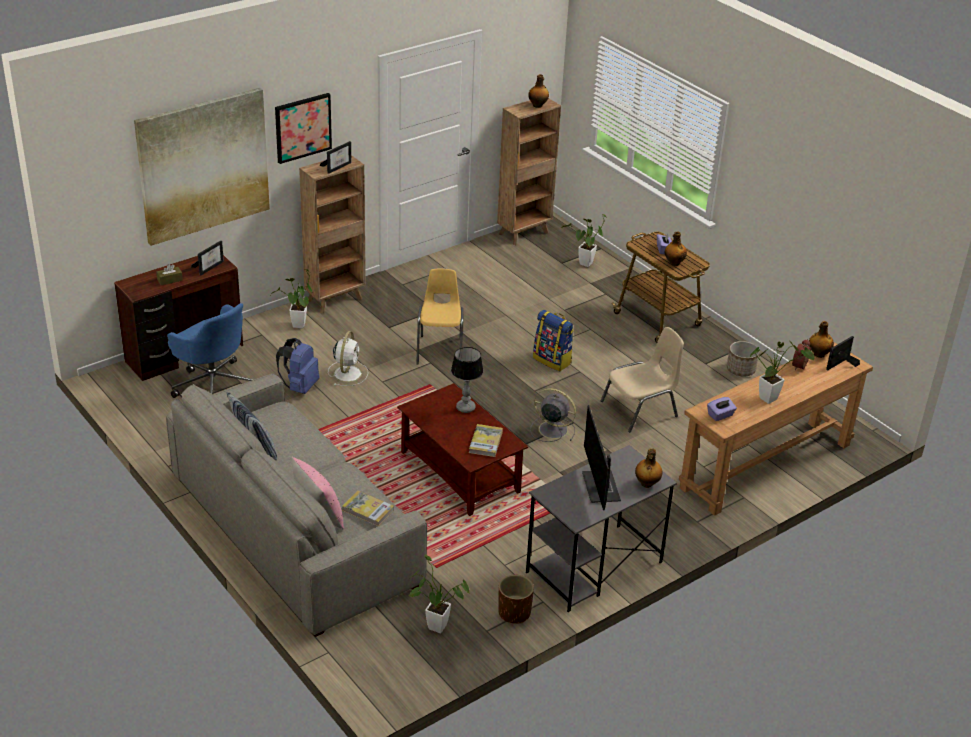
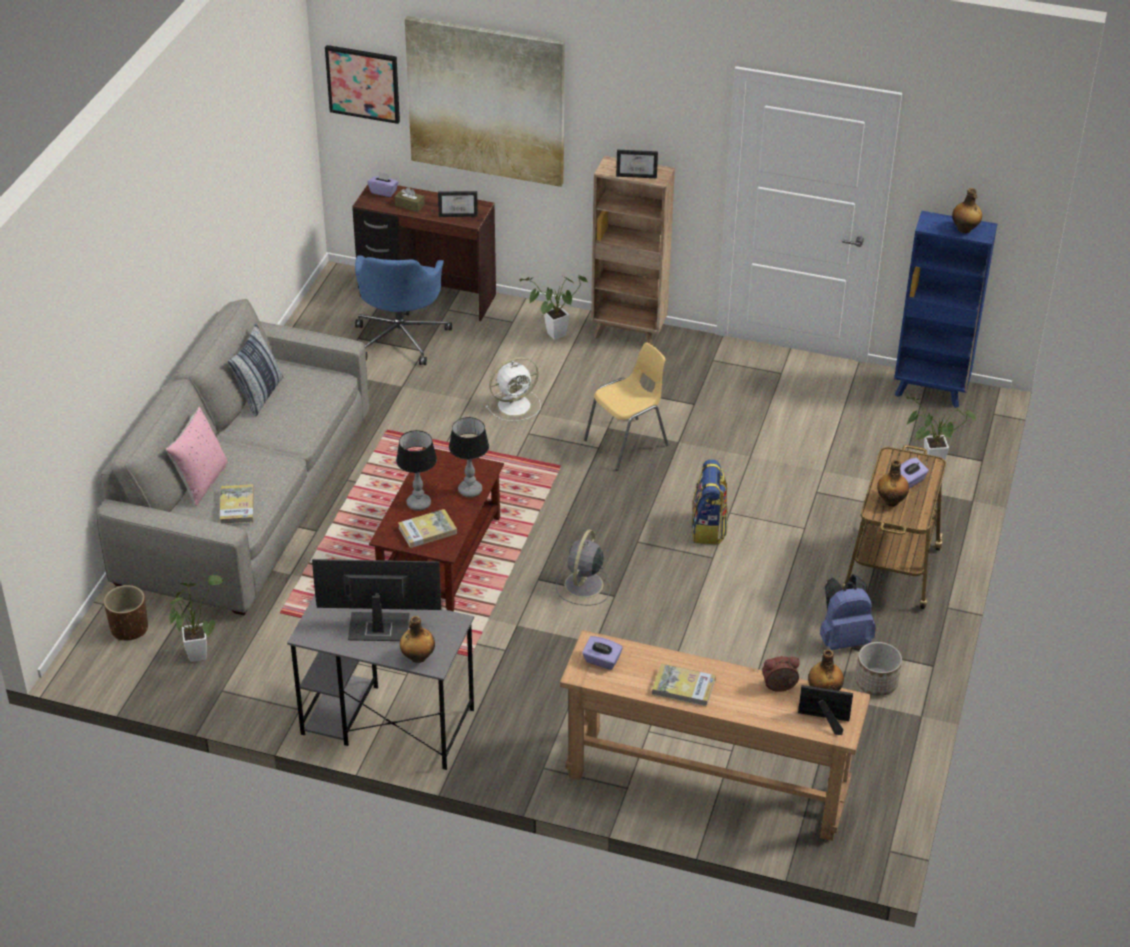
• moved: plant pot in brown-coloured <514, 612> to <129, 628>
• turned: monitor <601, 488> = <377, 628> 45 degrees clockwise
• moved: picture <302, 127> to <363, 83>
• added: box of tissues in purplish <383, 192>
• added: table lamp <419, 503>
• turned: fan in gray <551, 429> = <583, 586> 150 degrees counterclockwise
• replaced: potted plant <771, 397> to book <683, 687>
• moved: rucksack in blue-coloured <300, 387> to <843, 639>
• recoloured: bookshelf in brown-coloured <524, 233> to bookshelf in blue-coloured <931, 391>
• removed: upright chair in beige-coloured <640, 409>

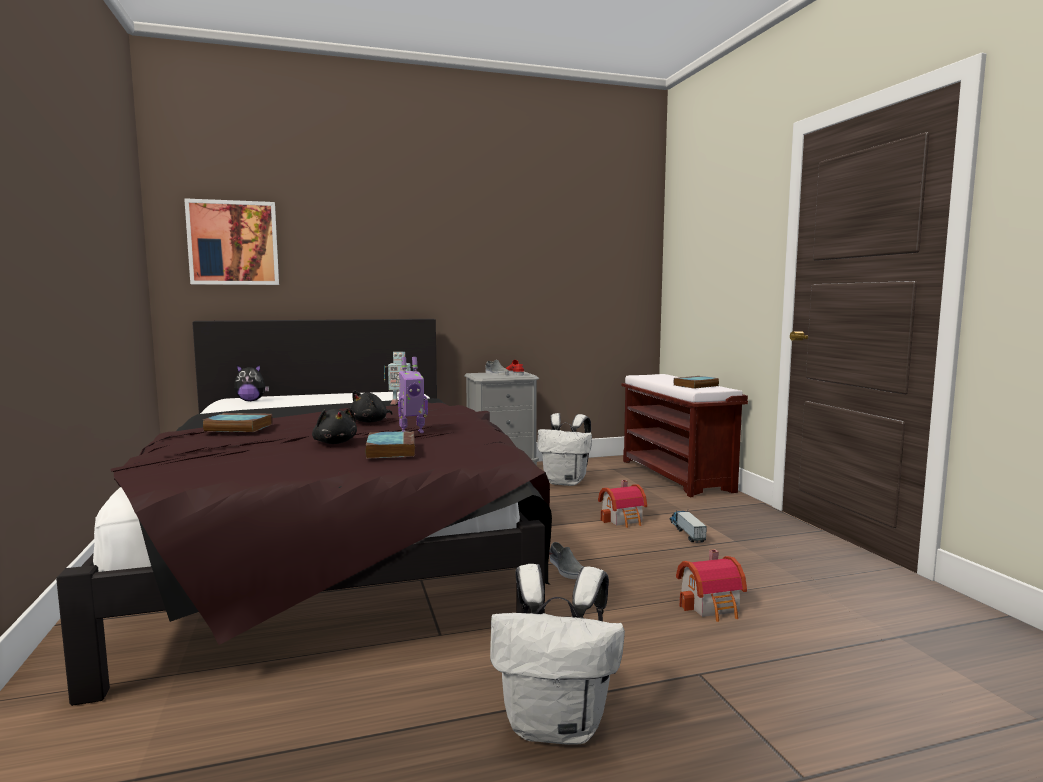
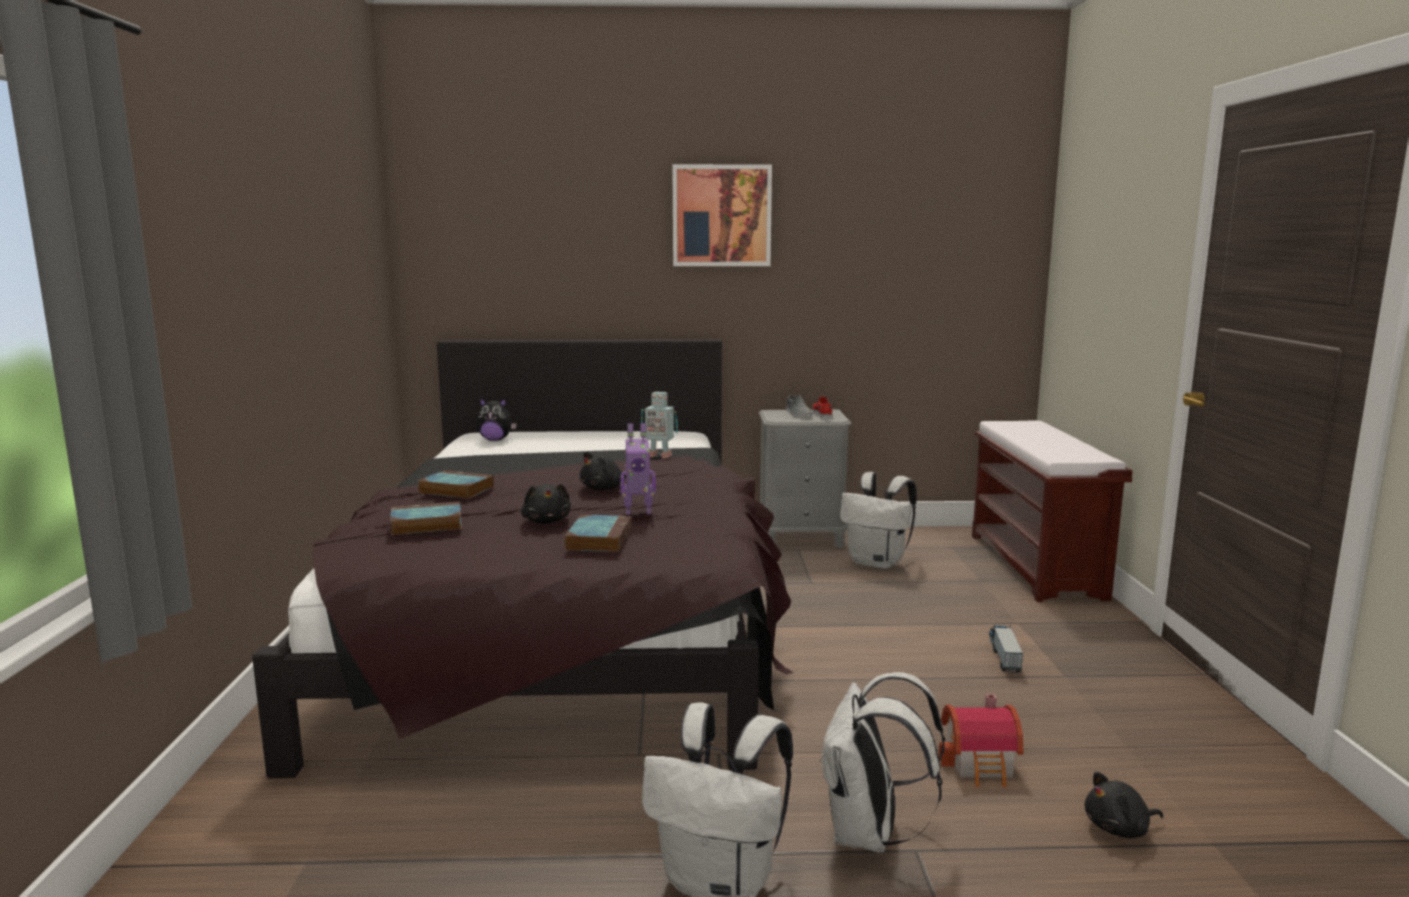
• moved: book <695, 385> to <425, 524>
• moved: picture <233, 243> to <721, 216>
• added: rucksack in whitish <869, 835>
• added: soft toy in black-coloured <1119, 829>
• removed: item of footwear in gray <566, 569>
• removed: miniature house <624, 519>

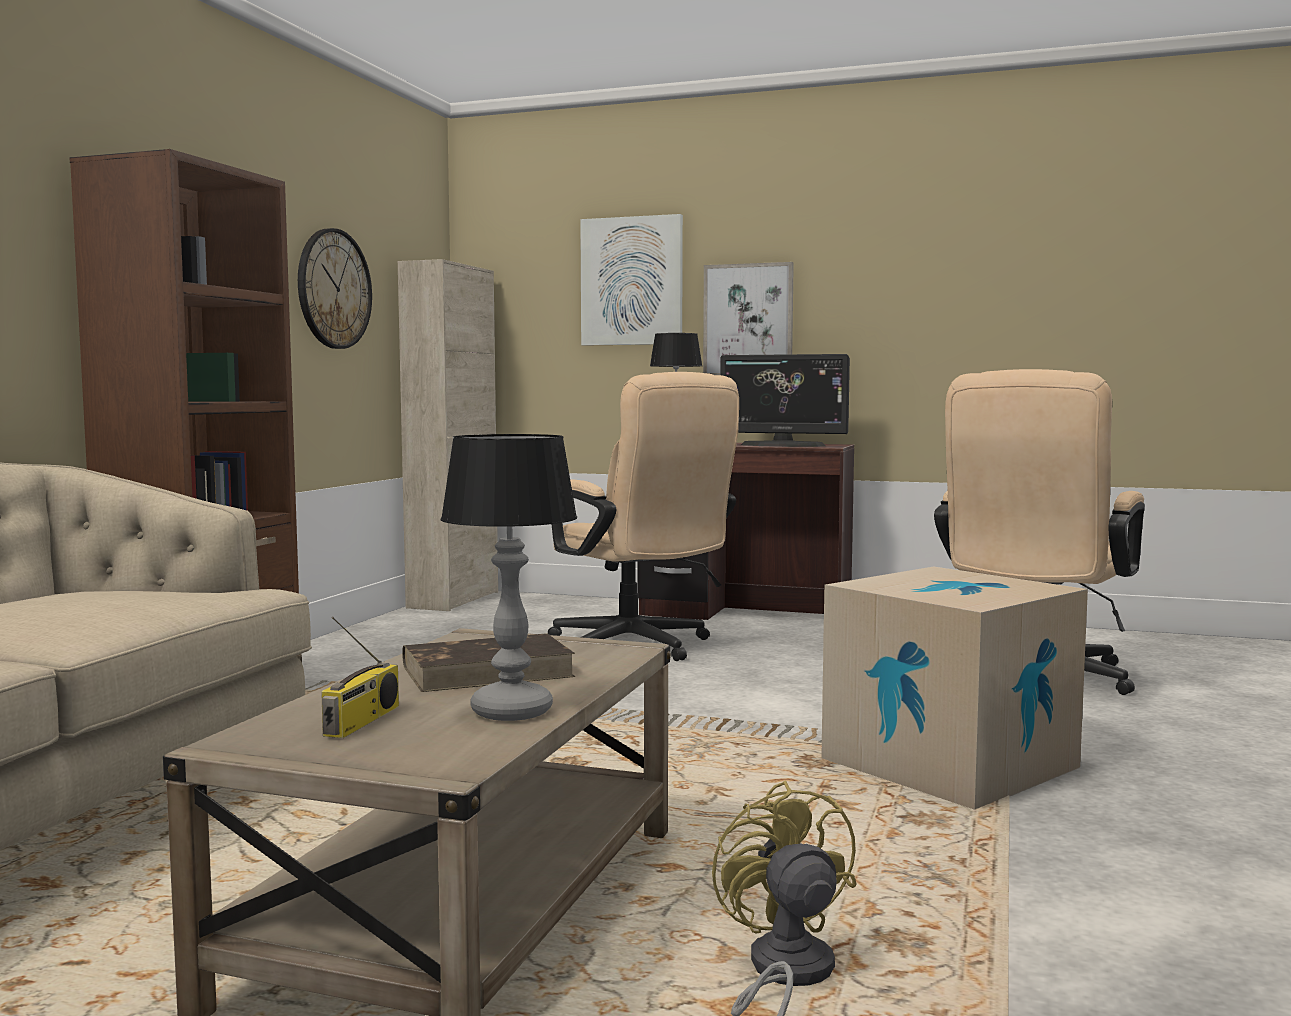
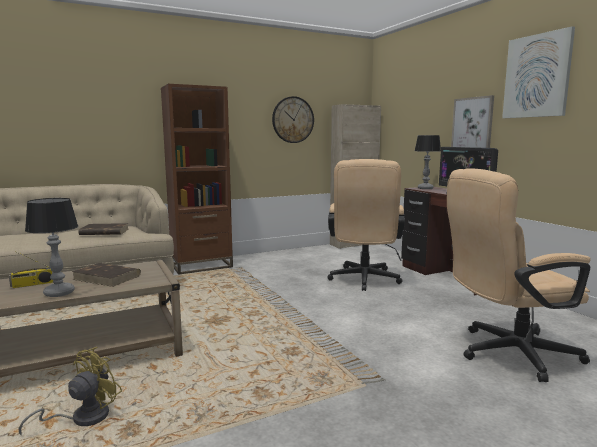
• added: book in brown-coloured <104, 232>
• moved: picture <632, 281> to <537, 76>
• removed: packing box <949, 763>

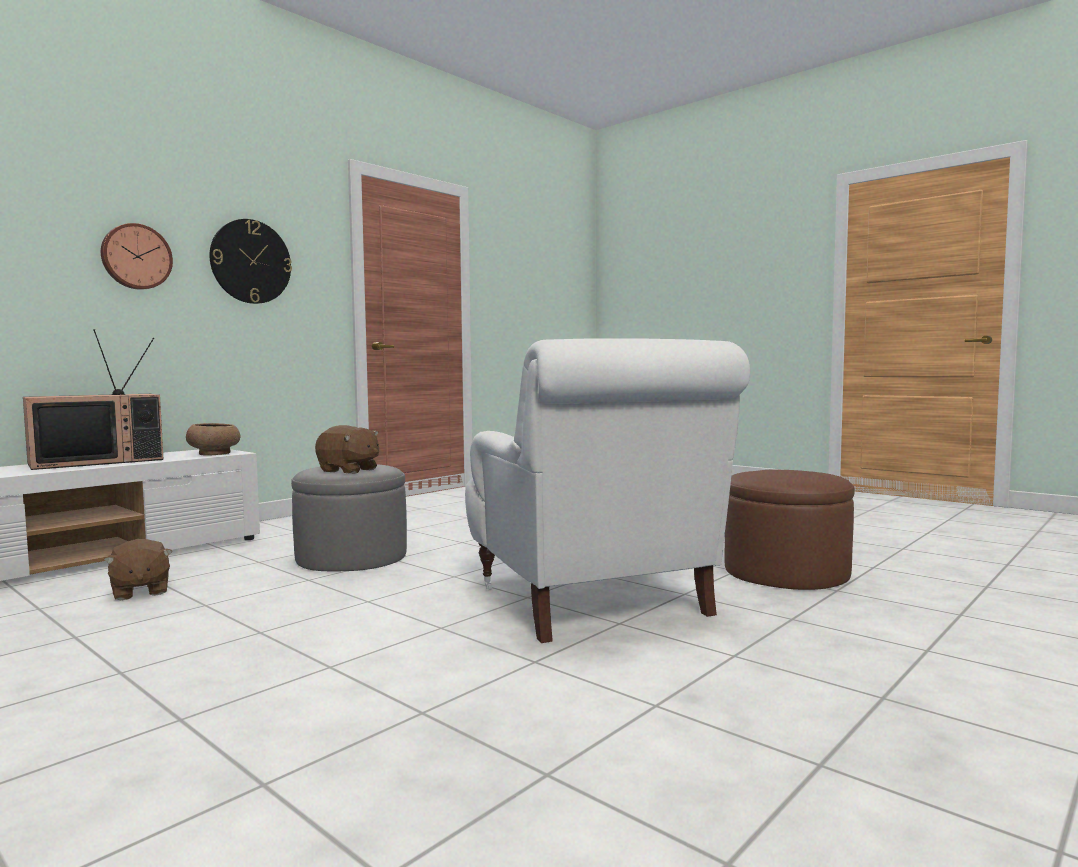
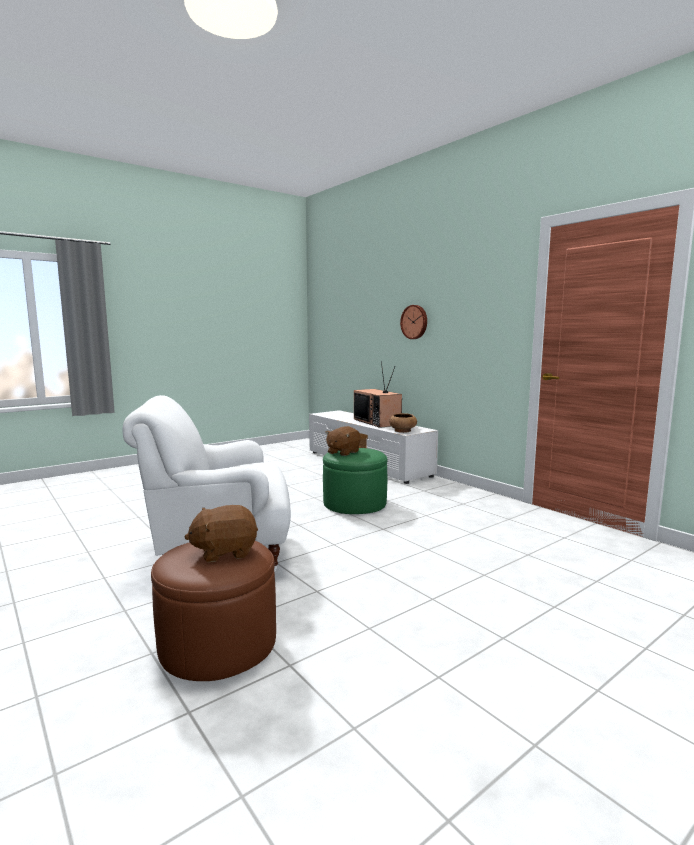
• moved: soft toy in brown-coloured <139, 592> to <224, 552>
• recoloured: pouffe in gray <351, 557> to pouffe in green <355, 503>
• removed: wall clock <251, 261>

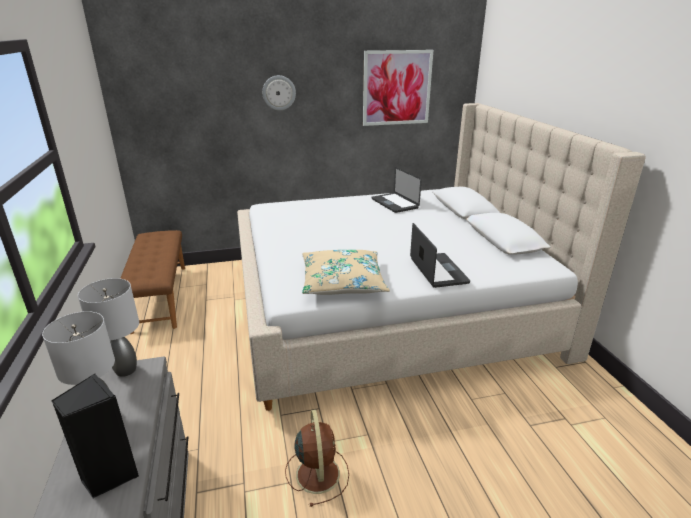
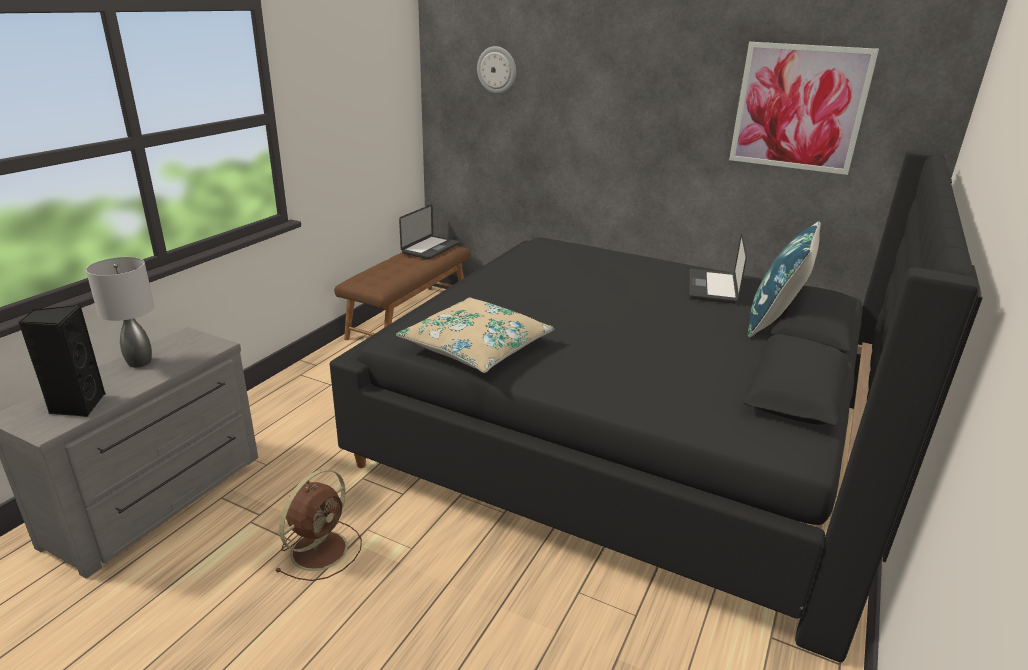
• recoloured: sleeping bed in beige-coloured <390, 308> to sleeping bed in black-coloured <629, 436>
• moved: notebook computer <438, 271> to <430, 248>
• moved: wall clock <279, 92> to <497, 70>
• added: throw pillow in blue-coloured <774, 321>
• removed: table lamp in gray <125, 370>

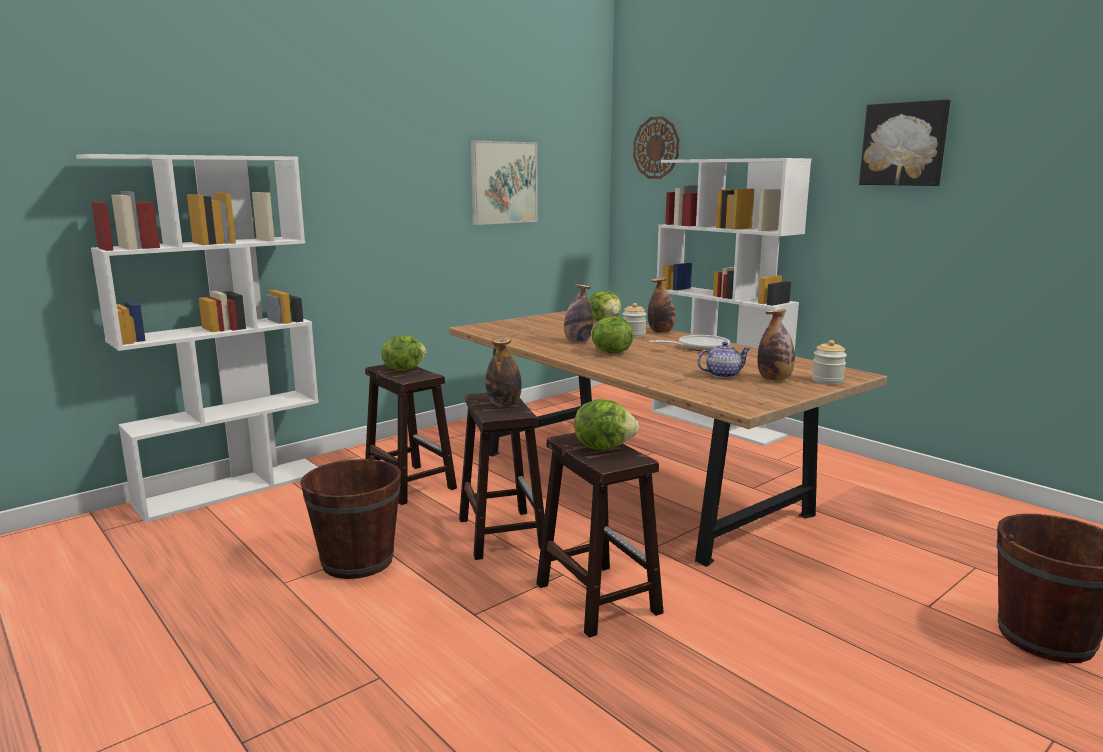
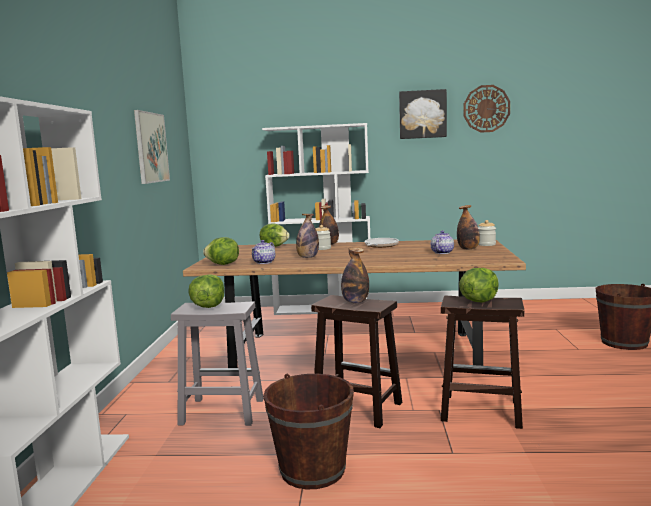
• recoloured: sitting stool in brown-coloured <408, 484> to sitting stool in gray <221, 412>
• moved: lettuce head <610, 353> to <223, 264>
• added: pot for tea <264, 262>
• moved: wall clock <656, 148> to <486, 108>

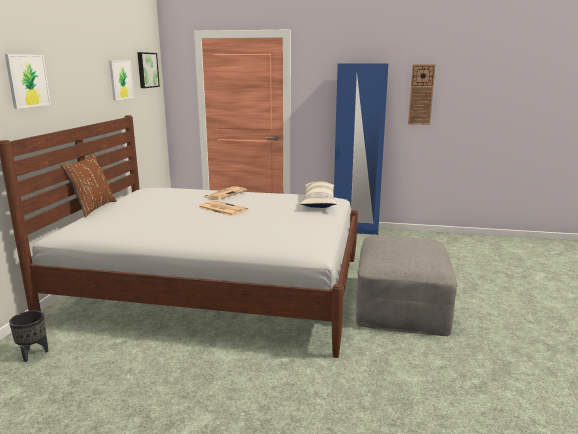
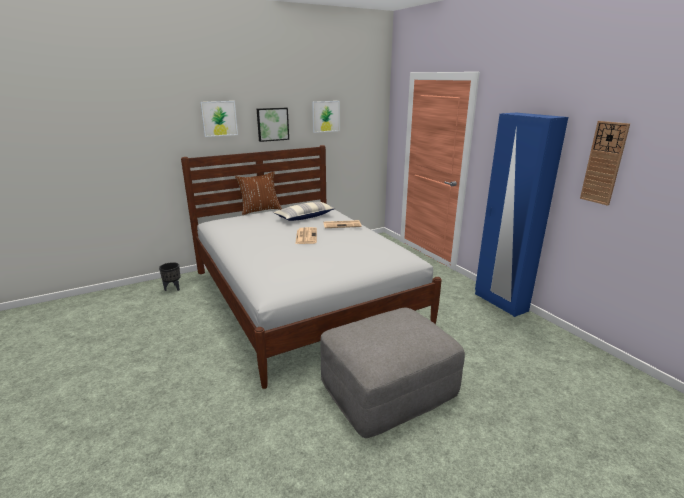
• moved: picture <147, 70> to <272, 124>
• moved: throw pillow <318, 202> to <305, 217>

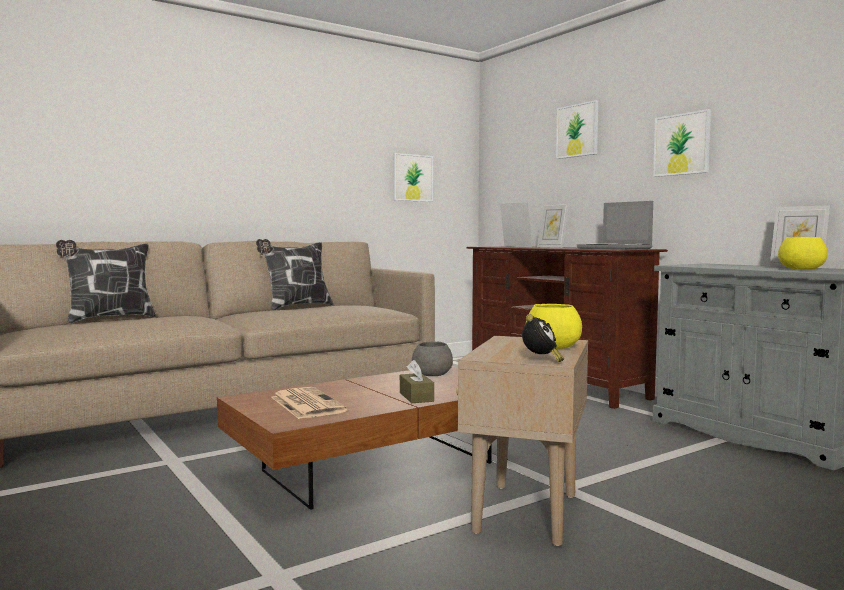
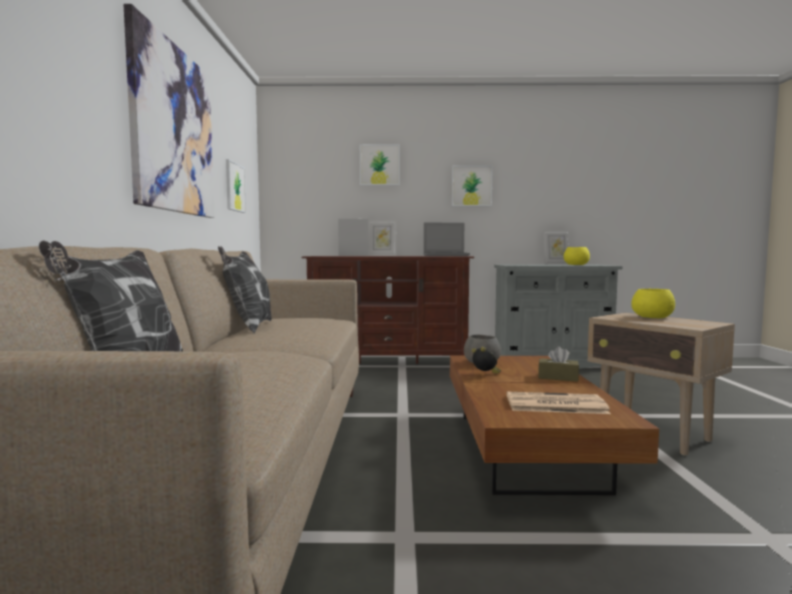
• added: picture <173, 130>
• moved: table clock <541, 360> to <485, 374>

